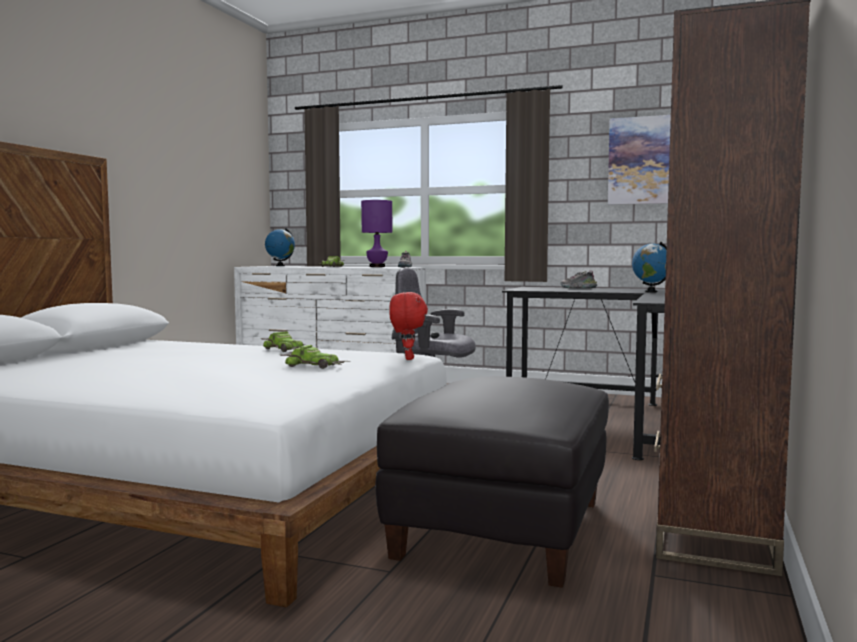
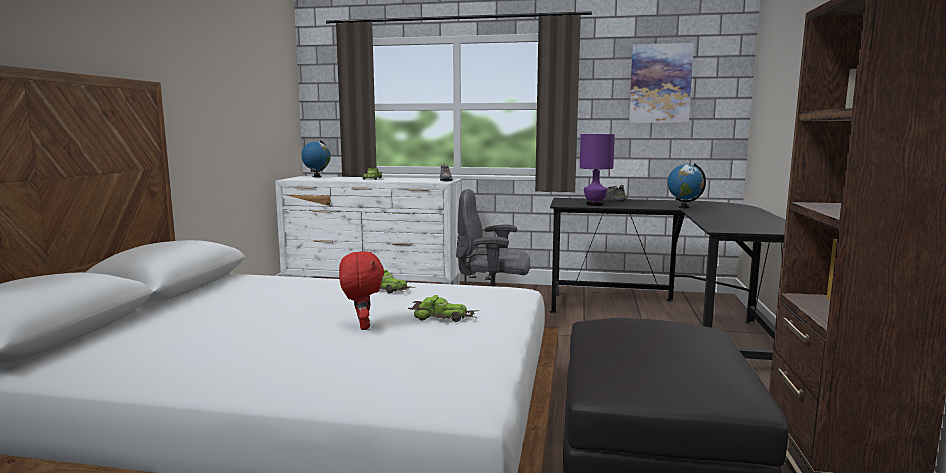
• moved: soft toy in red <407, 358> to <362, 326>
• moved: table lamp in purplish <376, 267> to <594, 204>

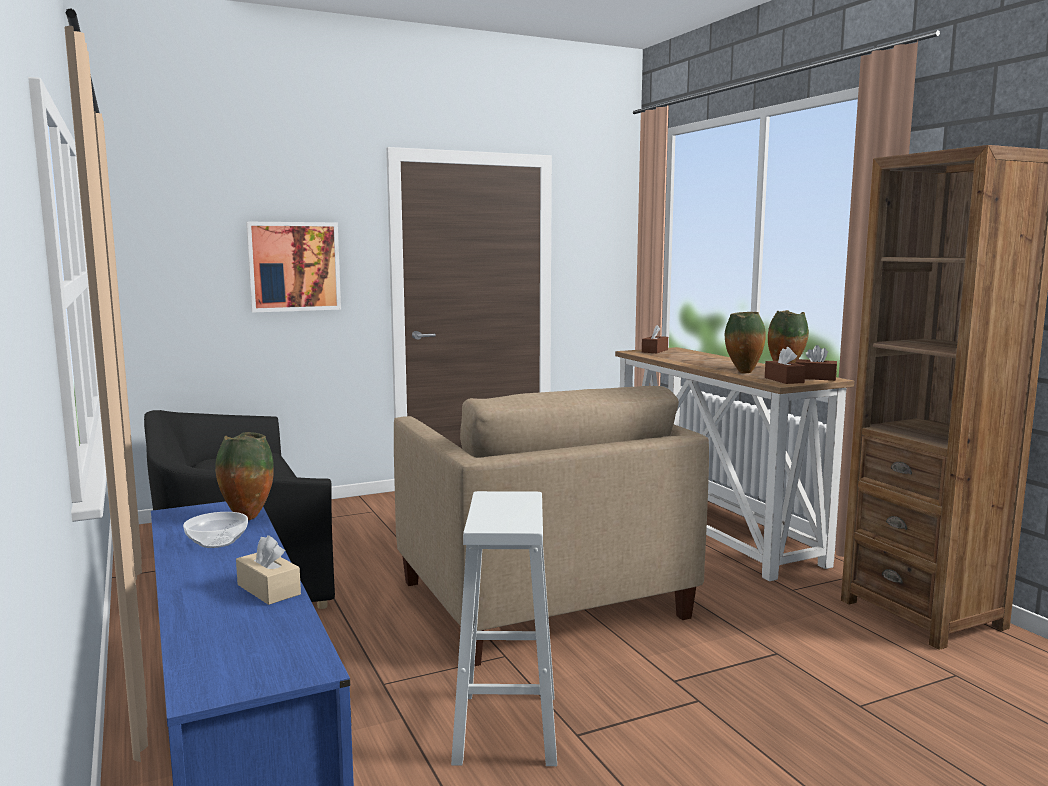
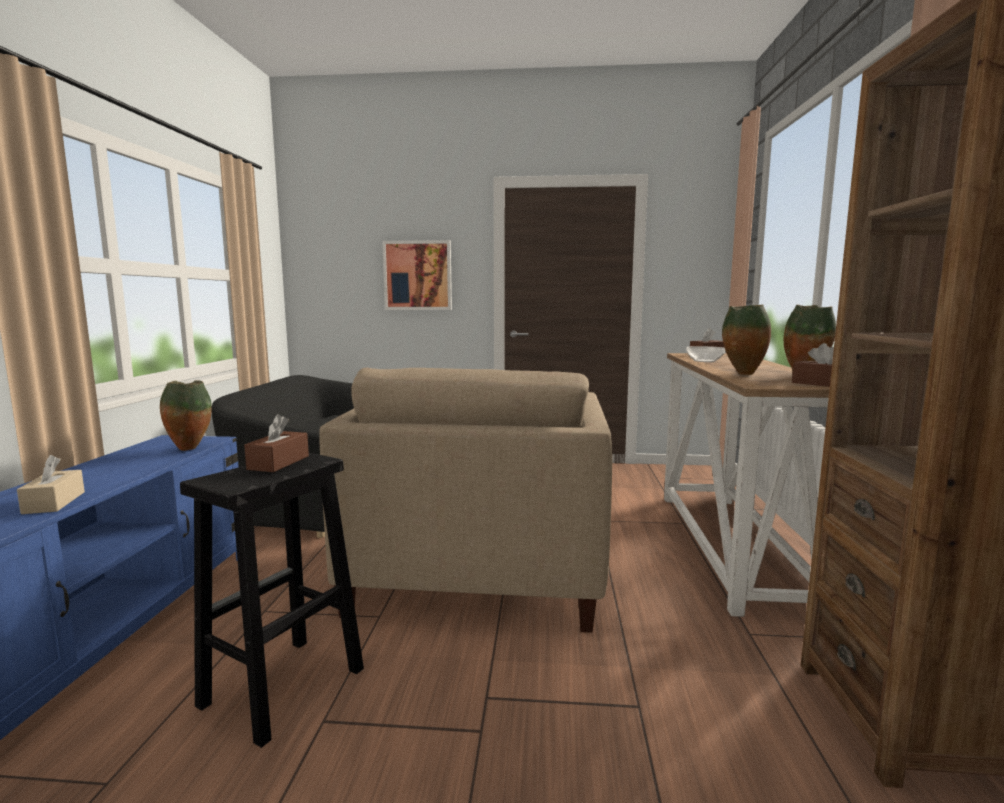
• recoloured: sitting stool in whitish <506, 729> to sitting stool in black-coloured <281, 689>
• moved: box of tissues in brown-coloured <784, 380> to <278, 462>
• moved: serving bowl <218, 542> to <705, 361>

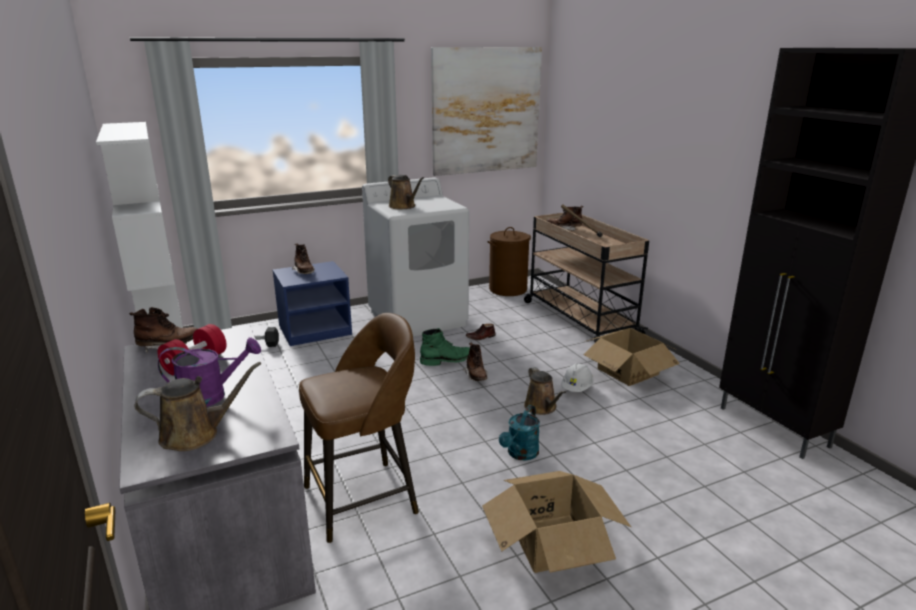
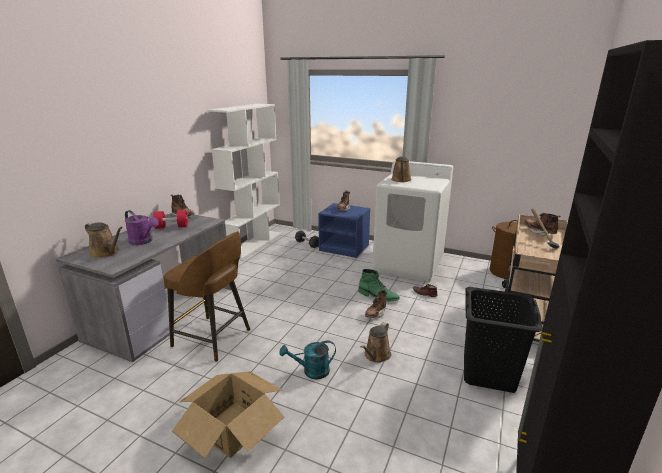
• replaced: packing box <628, 371> to laundry basket in black-coloured <489, 373>
• removed: picture <486, 111>
• removed: work helmet in whitish <577, 389>

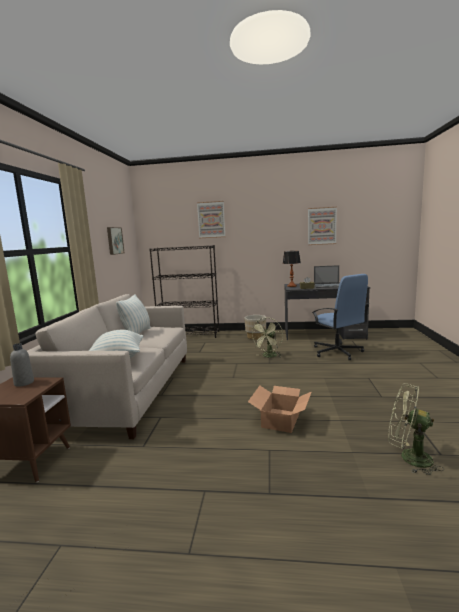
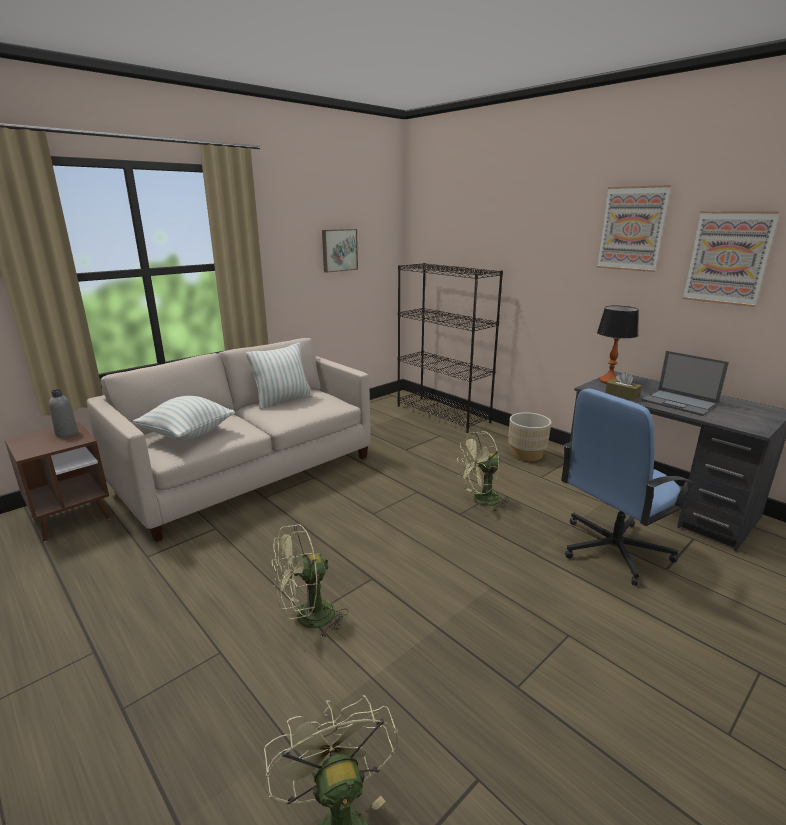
• replaced: packing box <281, 420> to fan in green <307, 619>
• turned: office chair in blue-coloured <337, 352> = <612, 549> 45 degrees clockwise
• moved: picture <211, 219> to <632, 229>

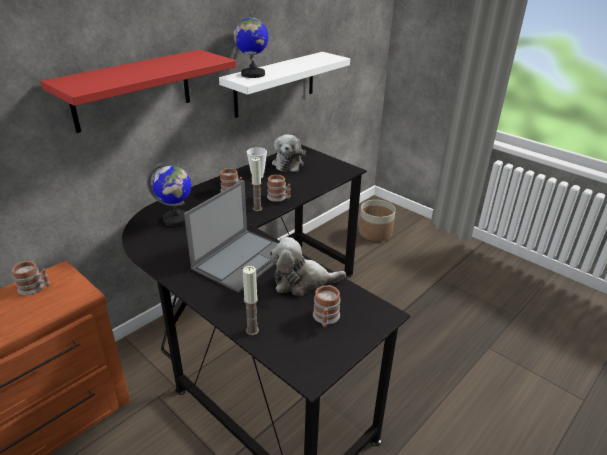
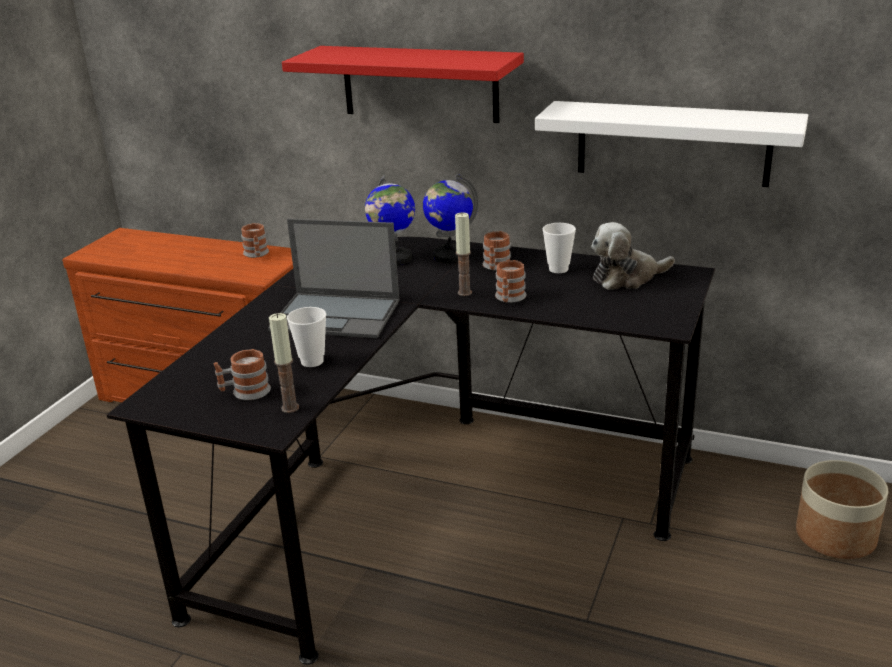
• moved: wax light <252, 330> to <290, 408>
• replaced: soft toy <302, 282> to small cup <312, 361>
• moved: world globe <252, 74> to <450, 256>

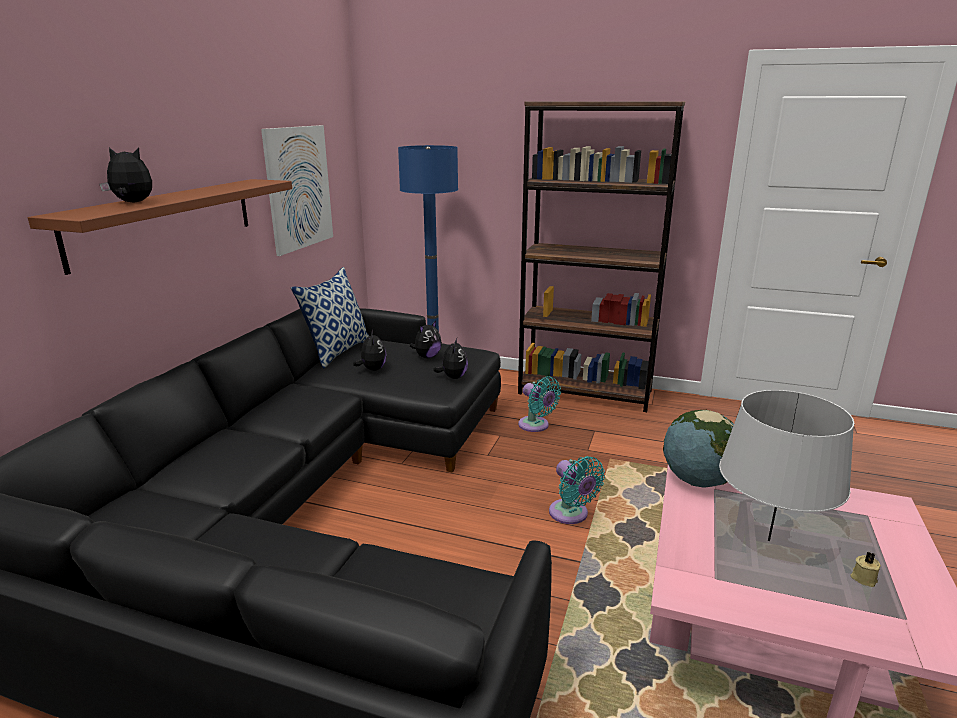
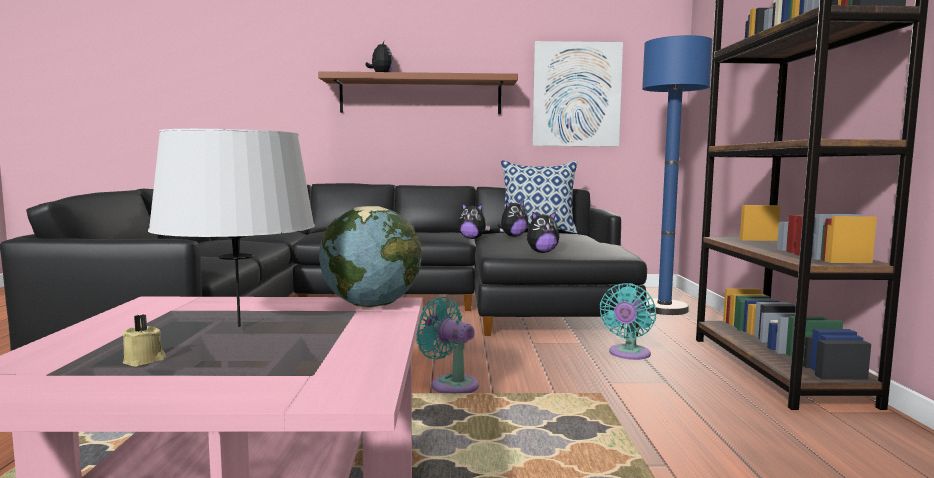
• turned: fan in turquoise <571, 515> = <450, 384> 90 degrees clockwise
• moved: soft toy <427, 356> to <472, 238>

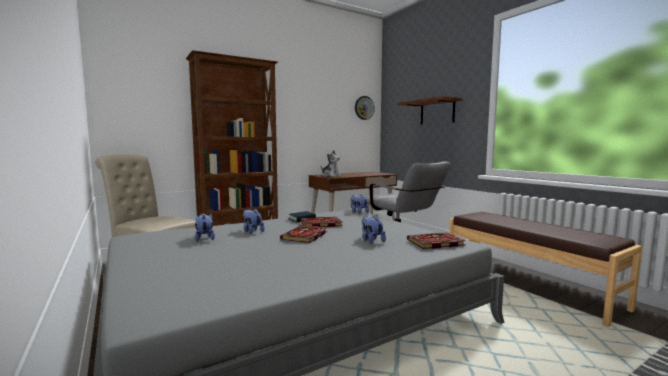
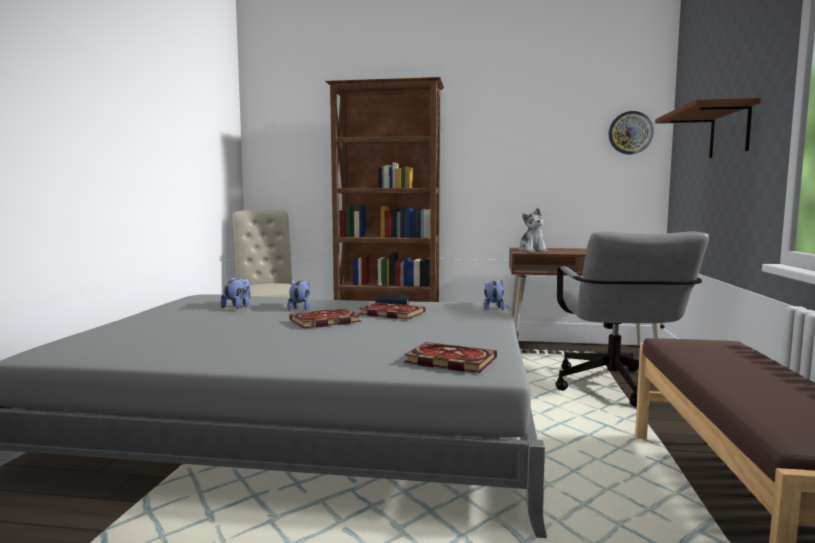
• removed: soft toy <371, 240>

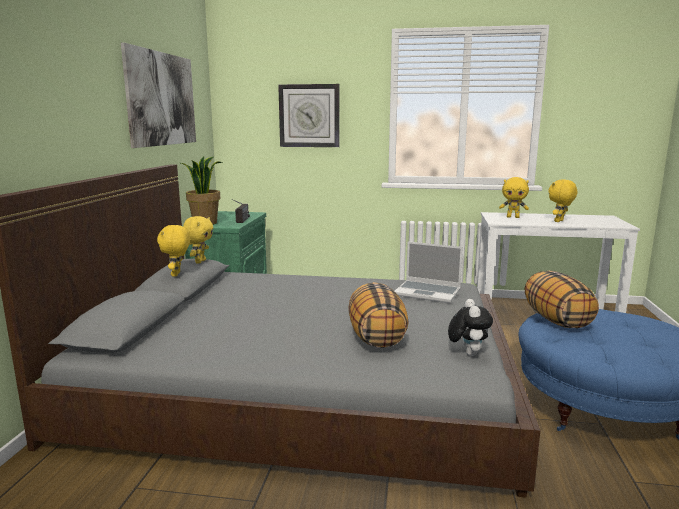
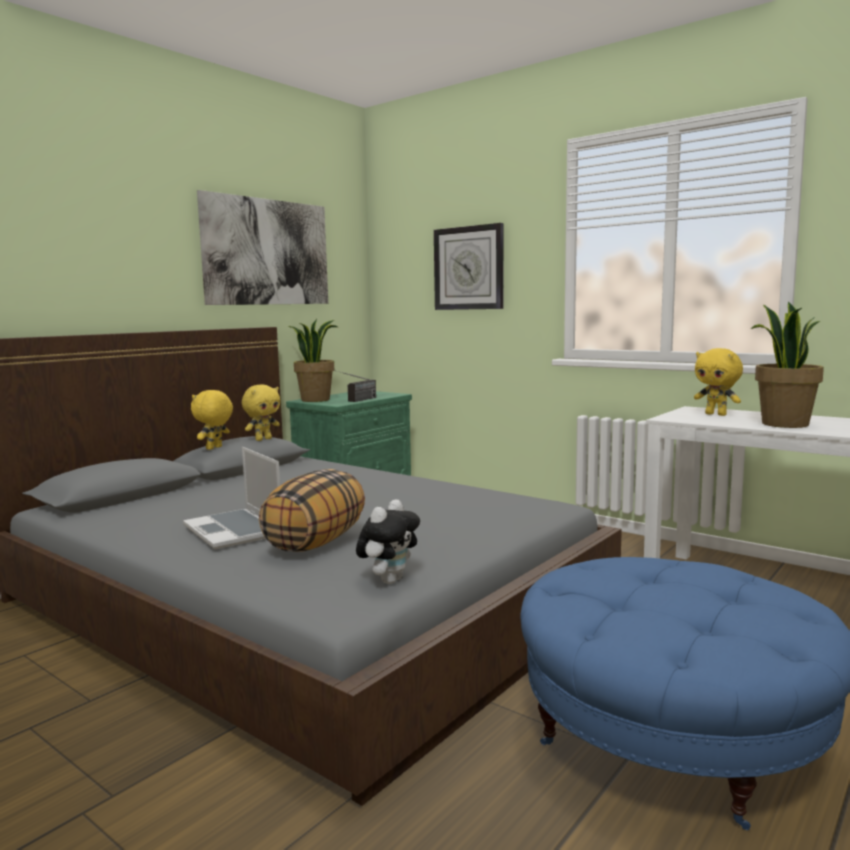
• moved: notebook computer <428, 293> to <235, 531>
• replaced: soft toy in yellow <559, 221> to potted plant <783, 424>
• removed: throw pillow <556, 320>

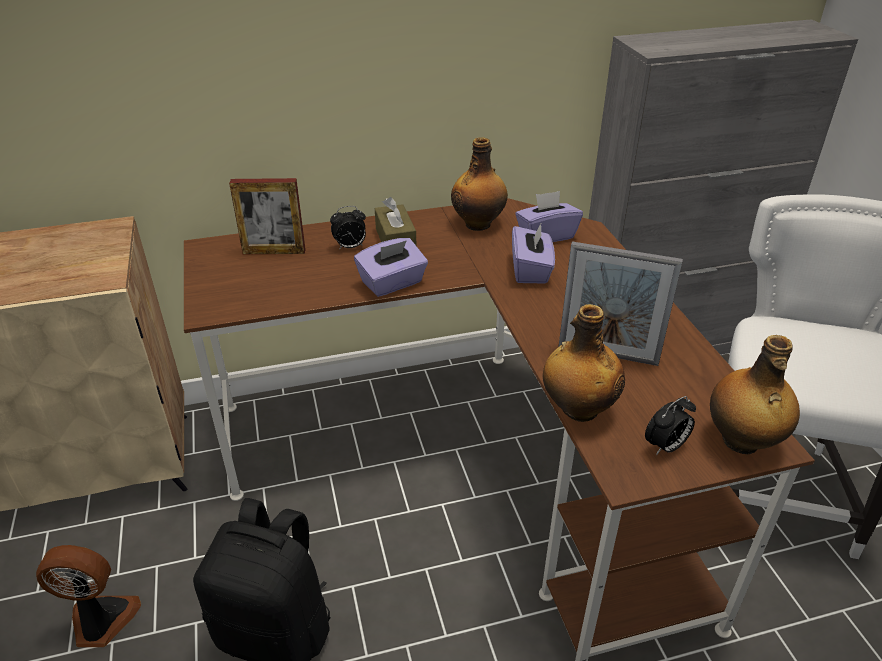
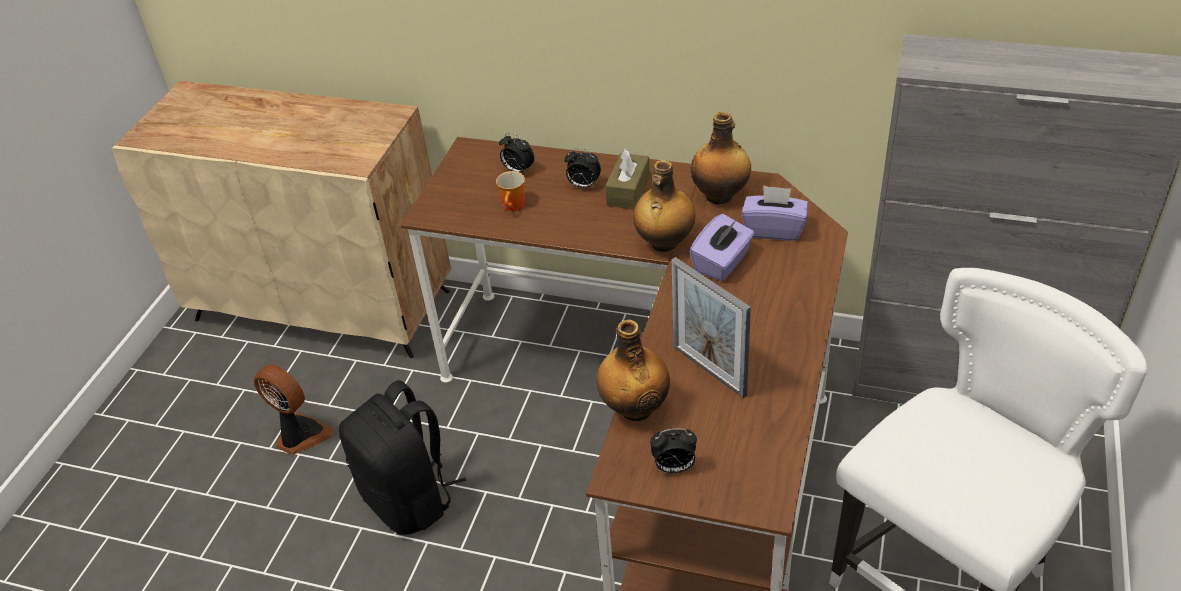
• added: tea mug <515, 206>
• replaced: picture frame <274, 251> to table clock <518, 171>
• moved: beverage bottle <741, 441> to <664, 243>
• removed: box of tissues in purplish <392, 283>

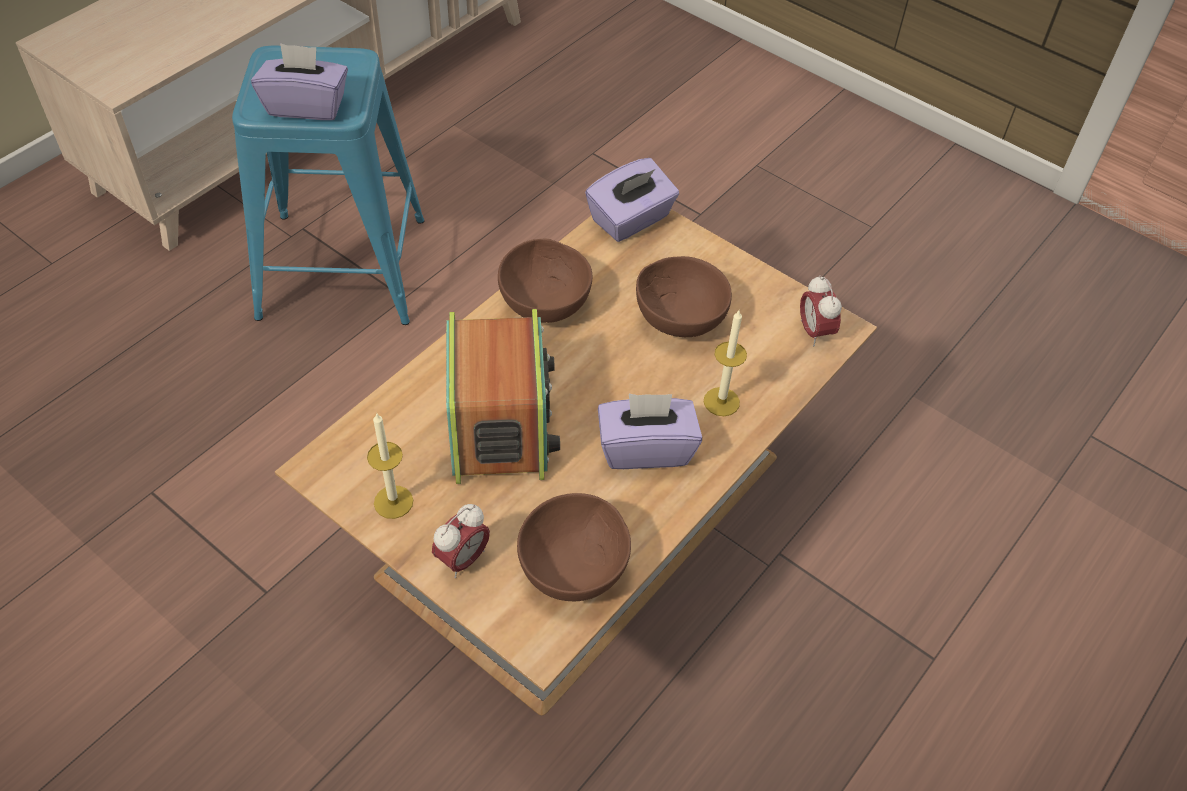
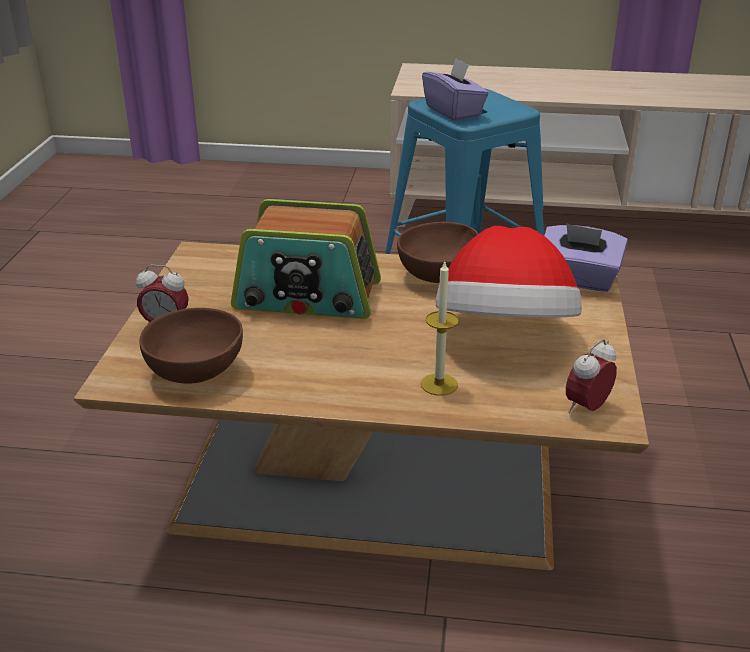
• turned: radio <500, 418> = <307, 296> 45 degrees clockwise
• replaced: serving bowl in brown-coloured <678, 317> to hat <505, 334>
• removed: wax light <393, 502>
• removed: box of tissues in purplish <645, 448>

